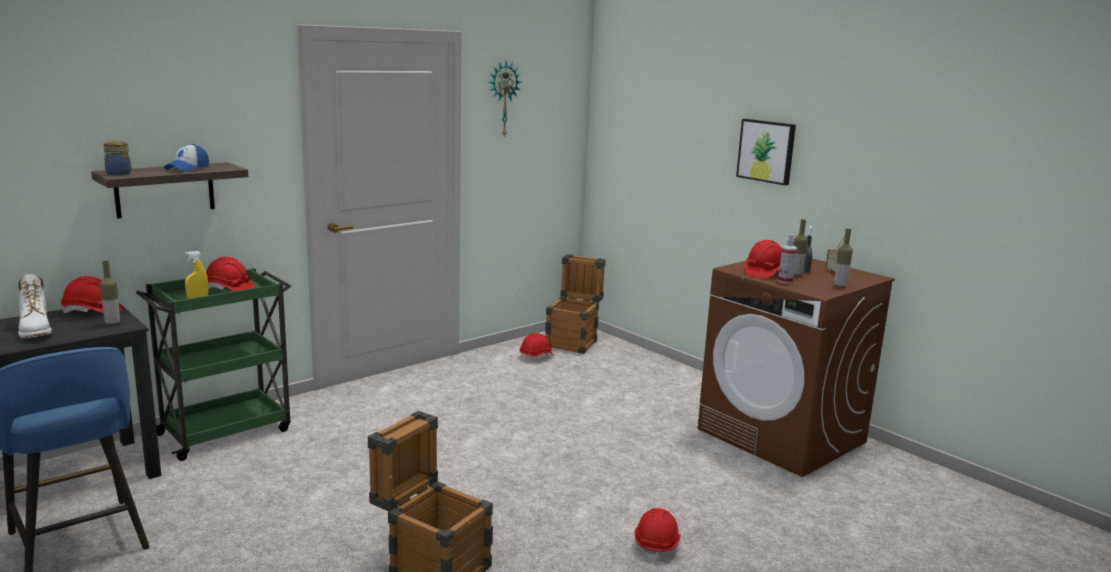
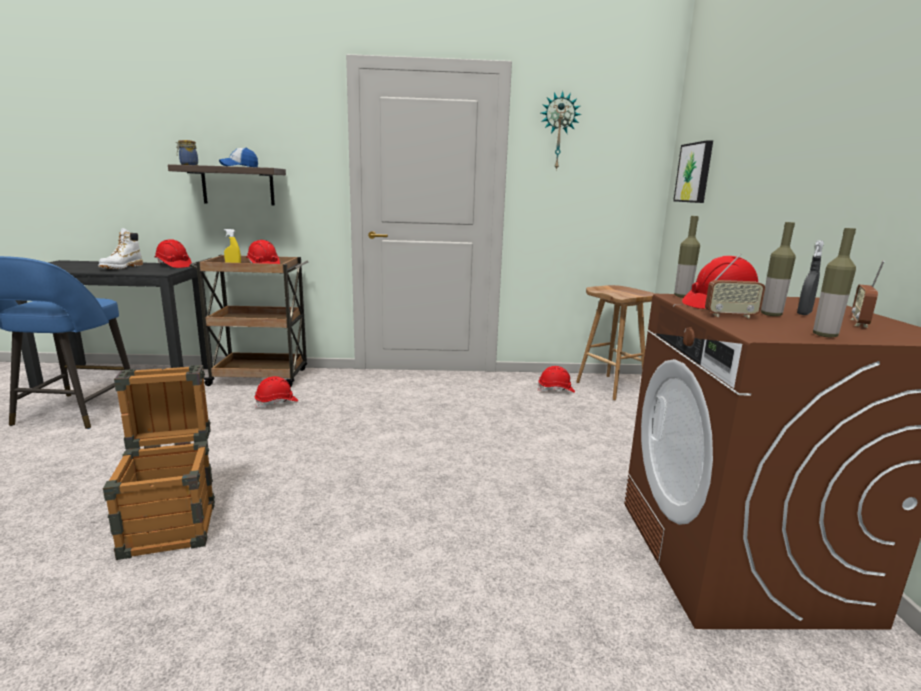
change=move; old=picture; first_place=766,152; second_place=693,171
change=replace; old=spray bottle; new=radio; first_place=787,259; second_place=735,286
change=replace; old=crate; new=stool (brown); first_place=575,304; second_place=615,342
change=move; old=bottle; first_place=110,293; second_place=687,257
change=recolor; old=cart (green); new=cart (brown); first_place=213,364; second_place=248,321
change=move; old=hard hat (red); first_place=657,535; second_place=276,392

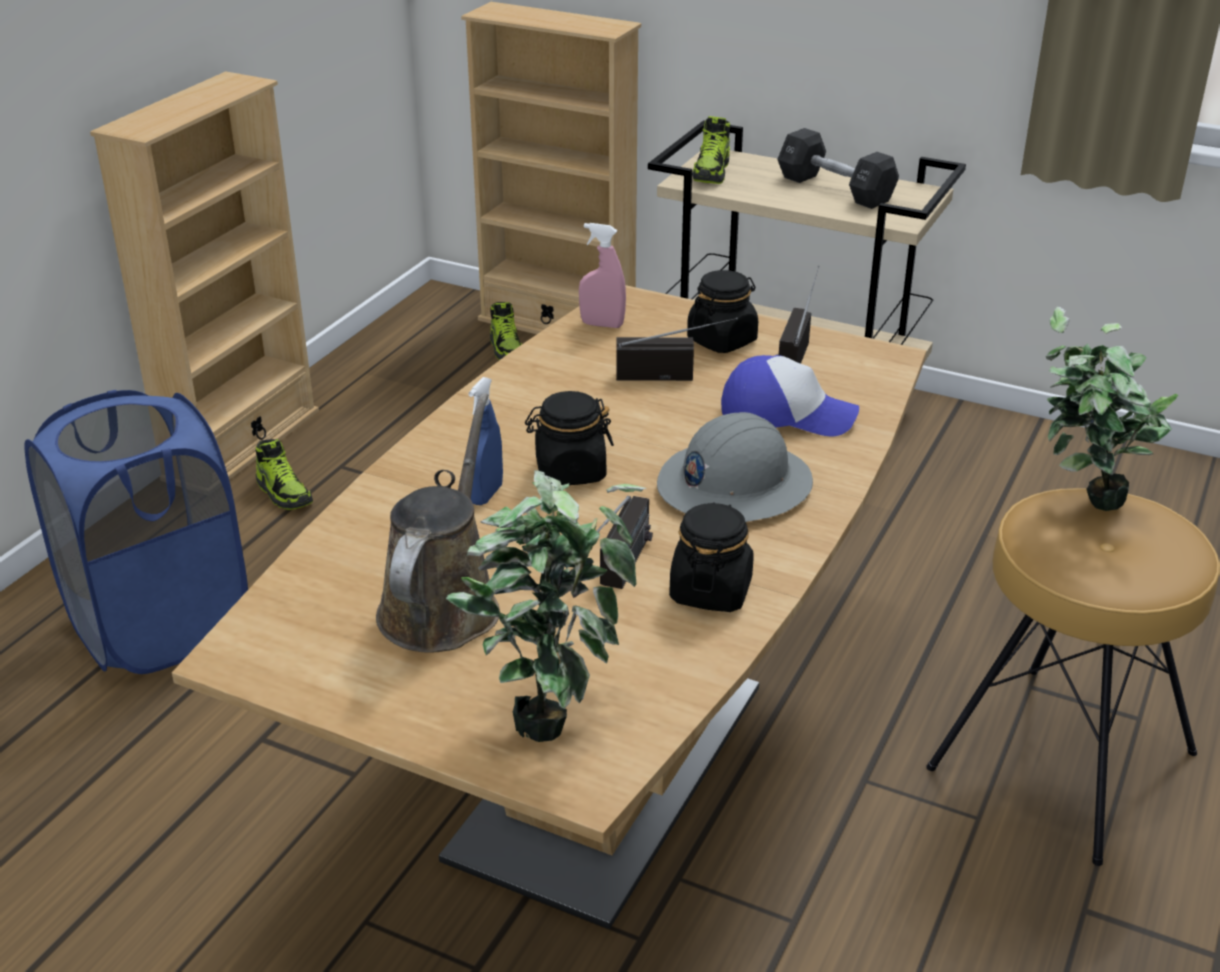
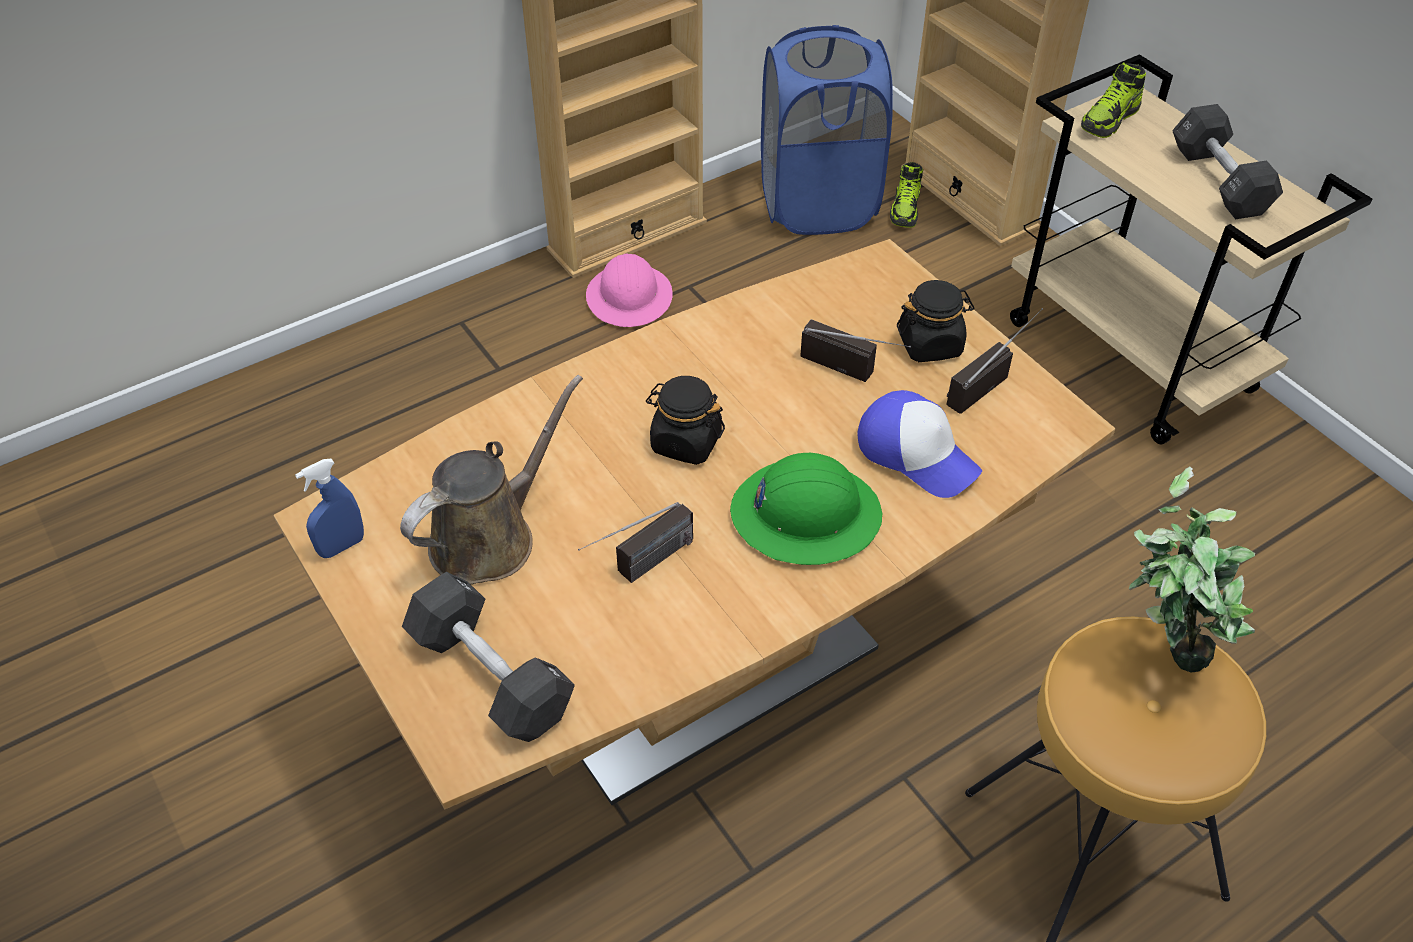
change=delete; old=spray bottle (pink); first_place=602,275
change=move; old=spray bottle (blue); first_place=485,441; second_place=329,508
change=move; old=laundry basket (blue); first_place=136,532; second_place=827,130
change=recolor; old=hard hat (grey); new=hard hat (green); first_place=735,467; second_place=806,509
change=replace; old=shoe; new=hard hat (pink); first_place=284,474; second_place=629,290
change=replace; old=potted plant; new=dumbbell (black); first_place=546,606; second_place=488,657
change=delete; old=jar (black); first_place=711,557

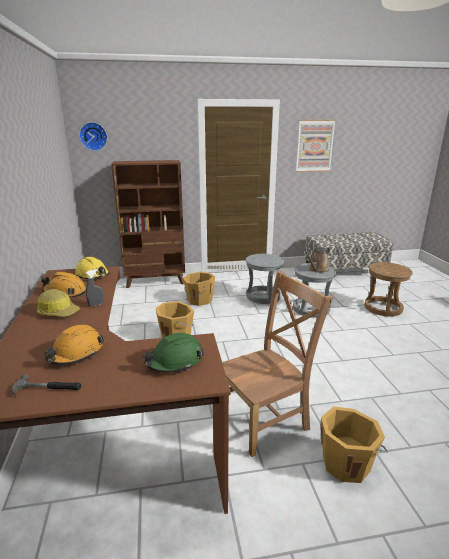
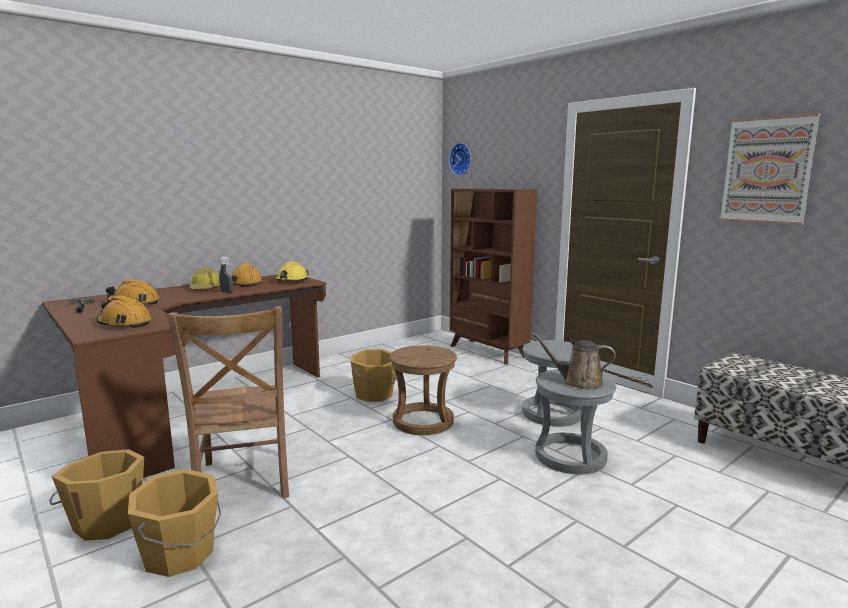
change=move; old=stool (brown); first_place=388,289; second_place=423,390
change=rotate; old=chair (brown); first_place=277,364; second_place=228,402; degrees=45
change=move; old=bucket (orange); first_place=199,289; second_place=96,495
change=recolor; old=hard hat (green); new=hard hat (orange); first_place=173,353; second_place=124,312

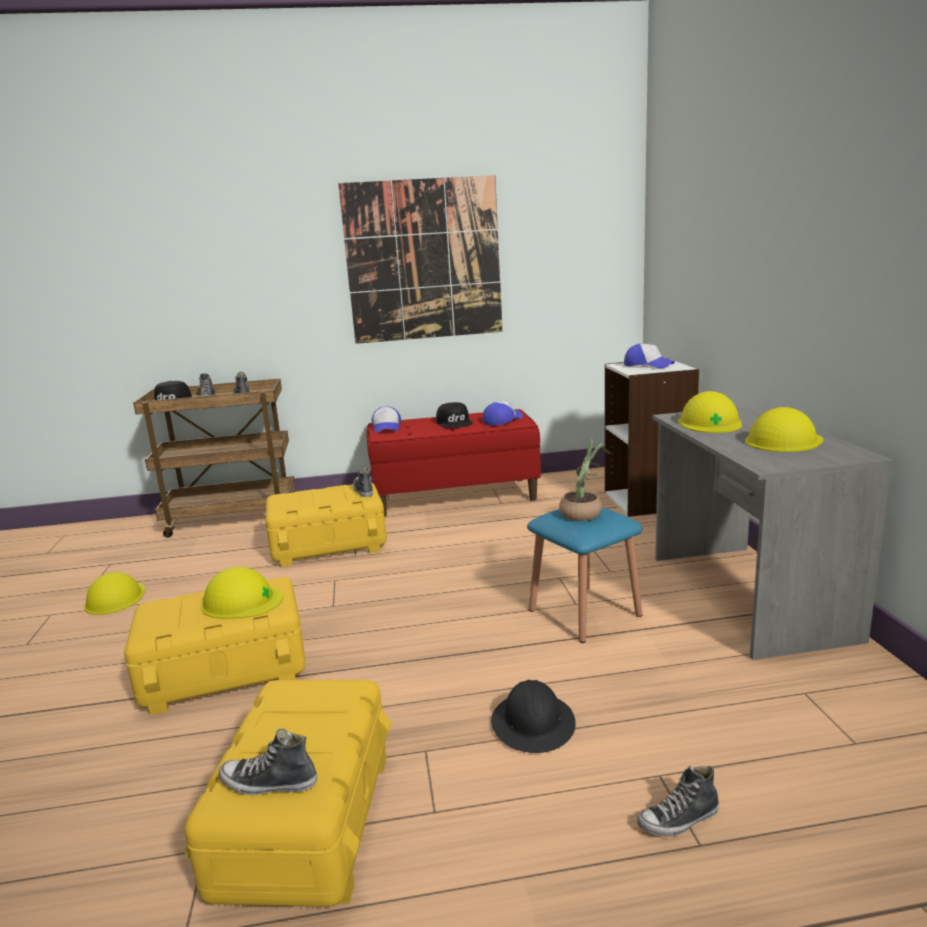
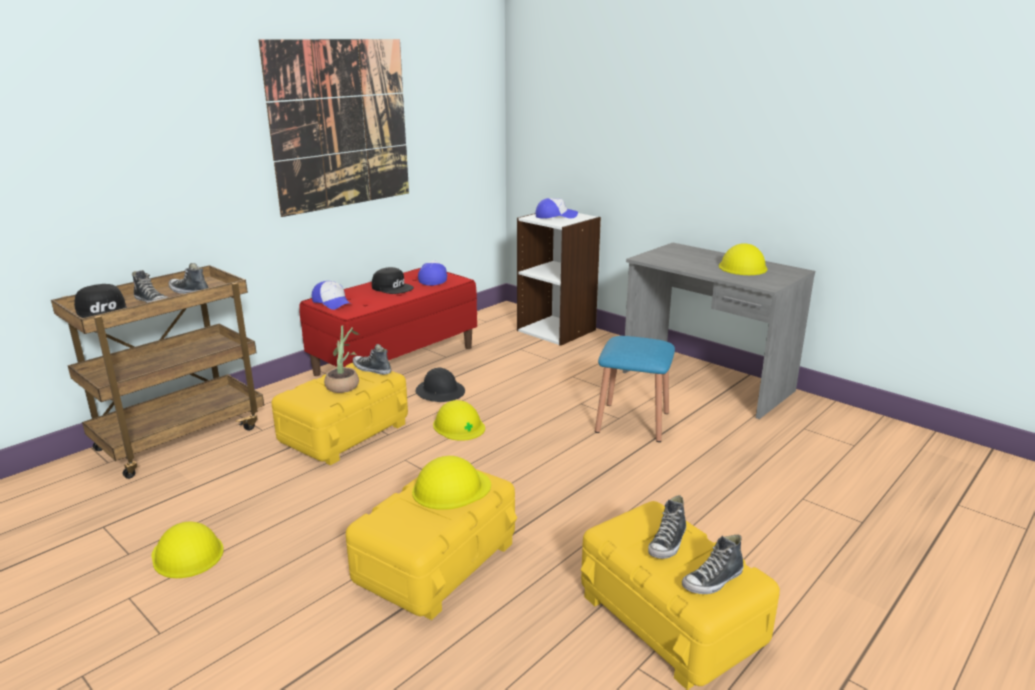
change=move; old=hard hat (yellow); first_place=710,412; second_place=459,420
change=move; old=potted plant; first_place=585,480; second_place=342,359
change=move; old=hard hat (black); first_place=533,716; second_place=440,385
change=move; old=shoe; first_place=678,801; second_place=667,527

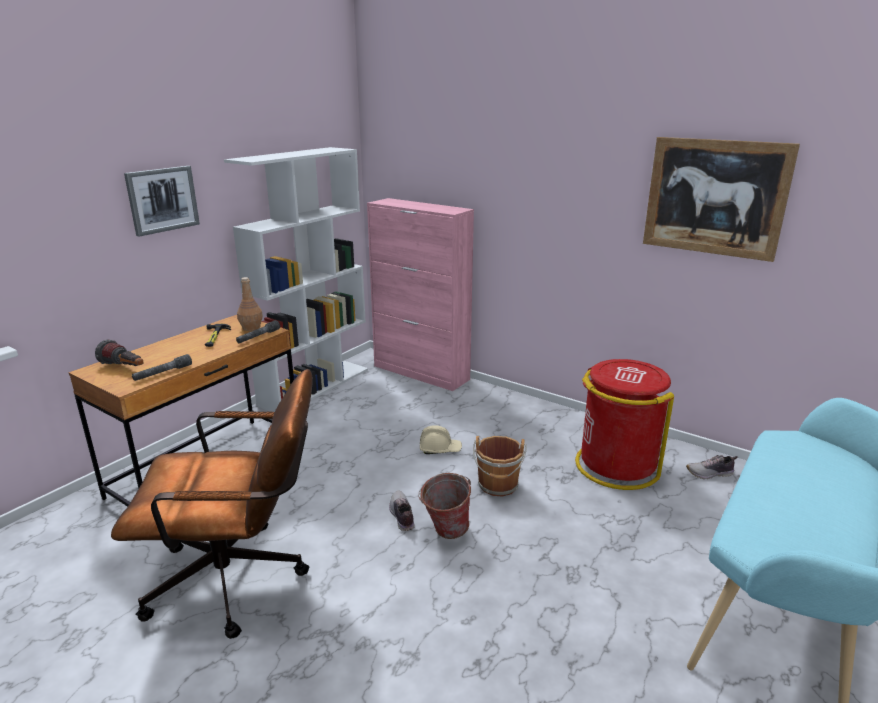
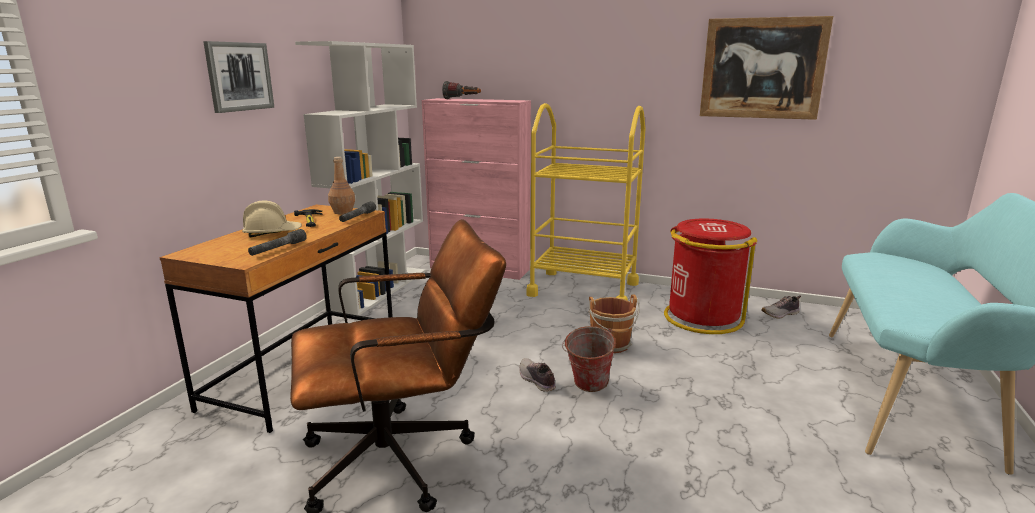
change=move; old=flashlight; first_place=119,353; second_place=461,90
change=move; old=hard hat (beige); first_place=441,439; second_place=272,219
change=insert; new=cart (yellow); second_place=585,202

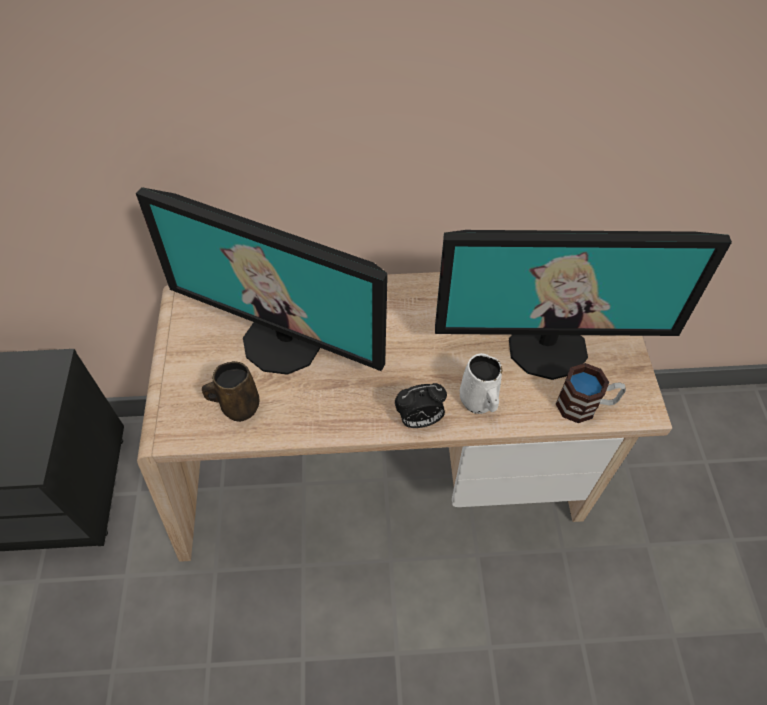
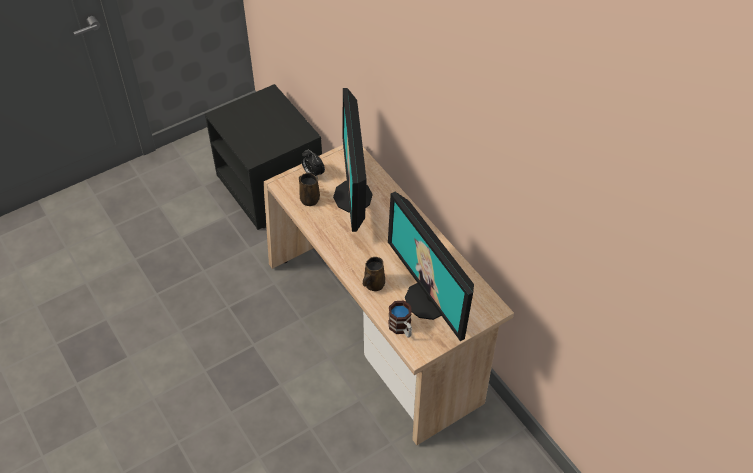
change=recolor; old=mug (white); new=mug (brown); first_place=481,383; second_place=374,274
change=move; old=alarm clock; first_place=421,405; second_place=313,164

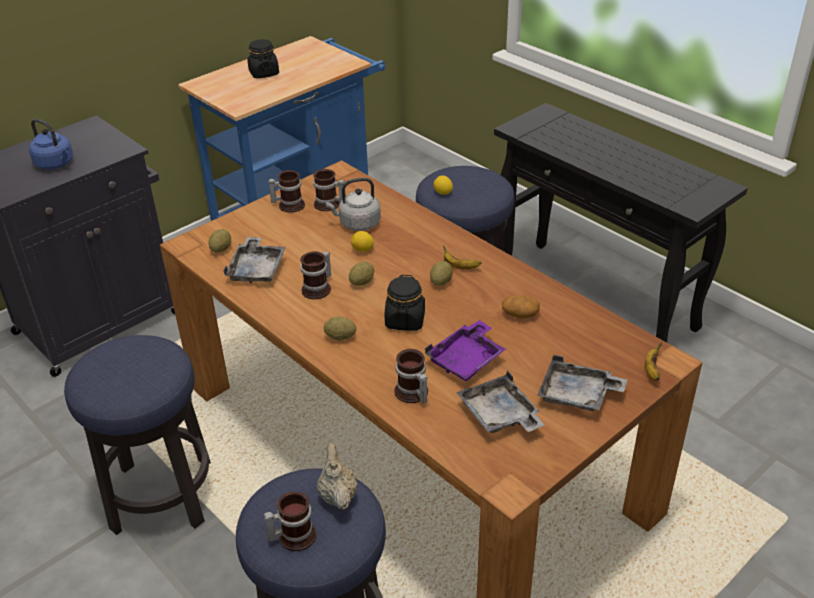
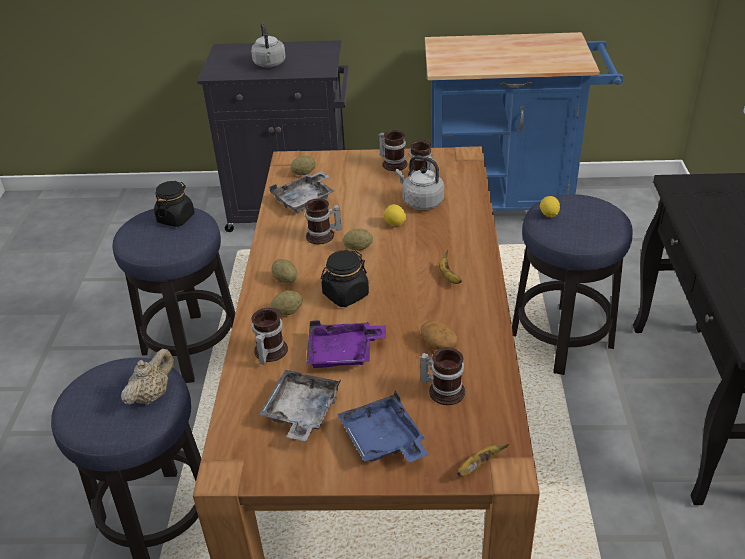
change=move; old=jar (black); first_place=263,58; second_place=174,204
change=recolor; old=kettle (blue); new=kettle (grey); first_place=51,144; second_place=268,44
change=move; old=potato; first_place=441,273; second_place=287,302
change=recolor; old=tray (grey); new=tray (blue); first_place=582,383; second_place=382,426
change=move; old=mug; first_place=290,521; second_place=442,376

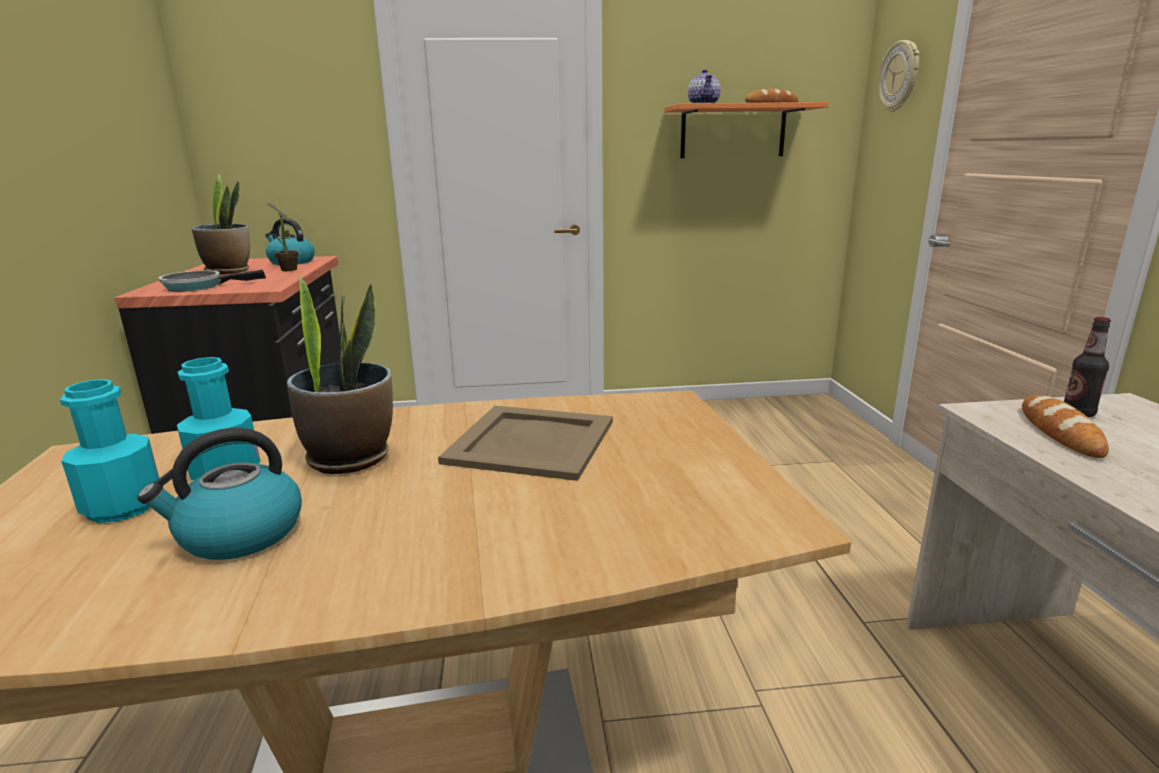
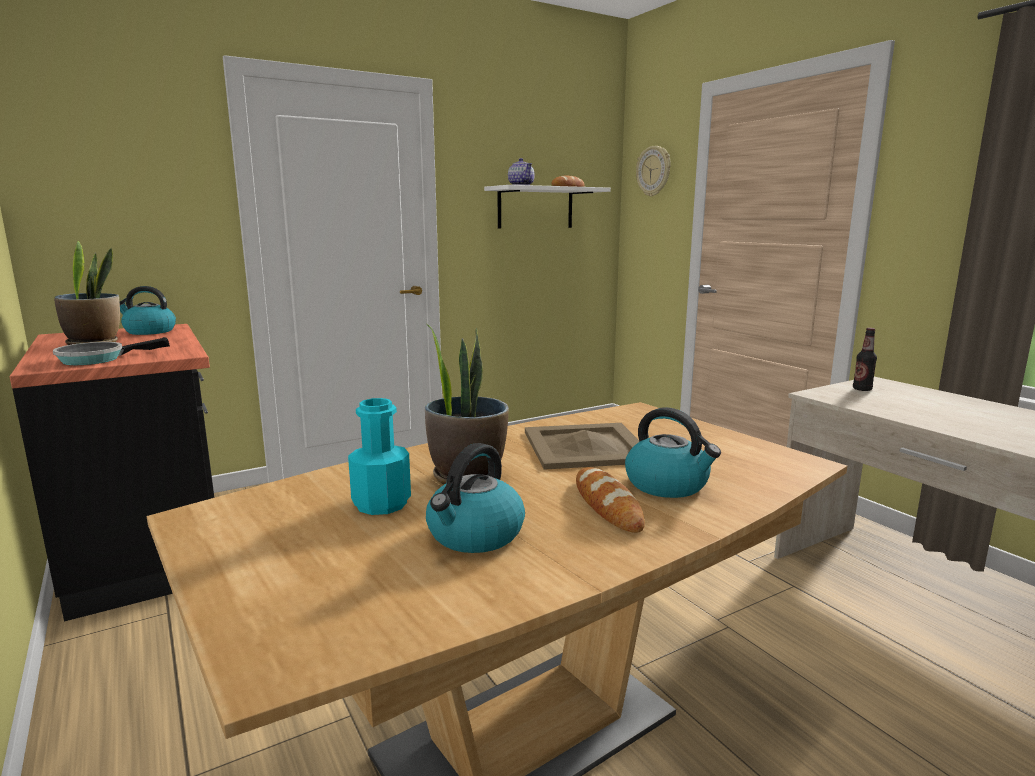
change=recolor; old=shelf (orange); new=shelf (white); first_place=746,130; second_place=547,207
change=delete; old=potted plant; first_place=283,236
change=delete; old=bottle (turquoise); first_place=110,451
change=move; old=bread; first_place=1065,426; second_place=610,500
change=insert; new=kettle; second_place=673,452

